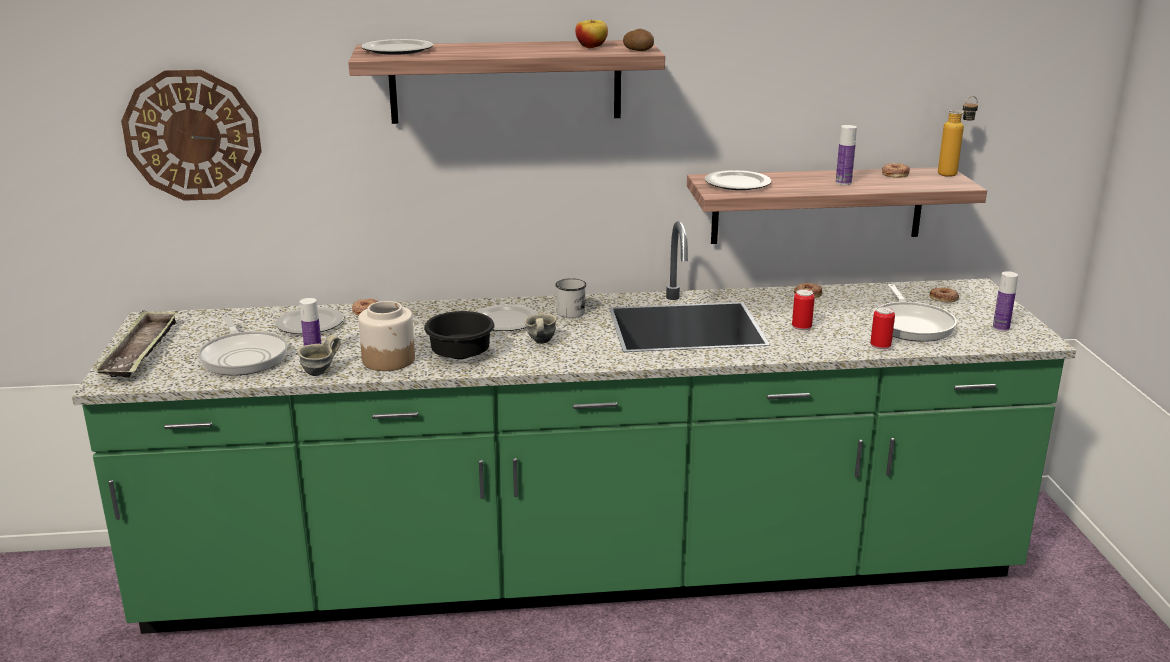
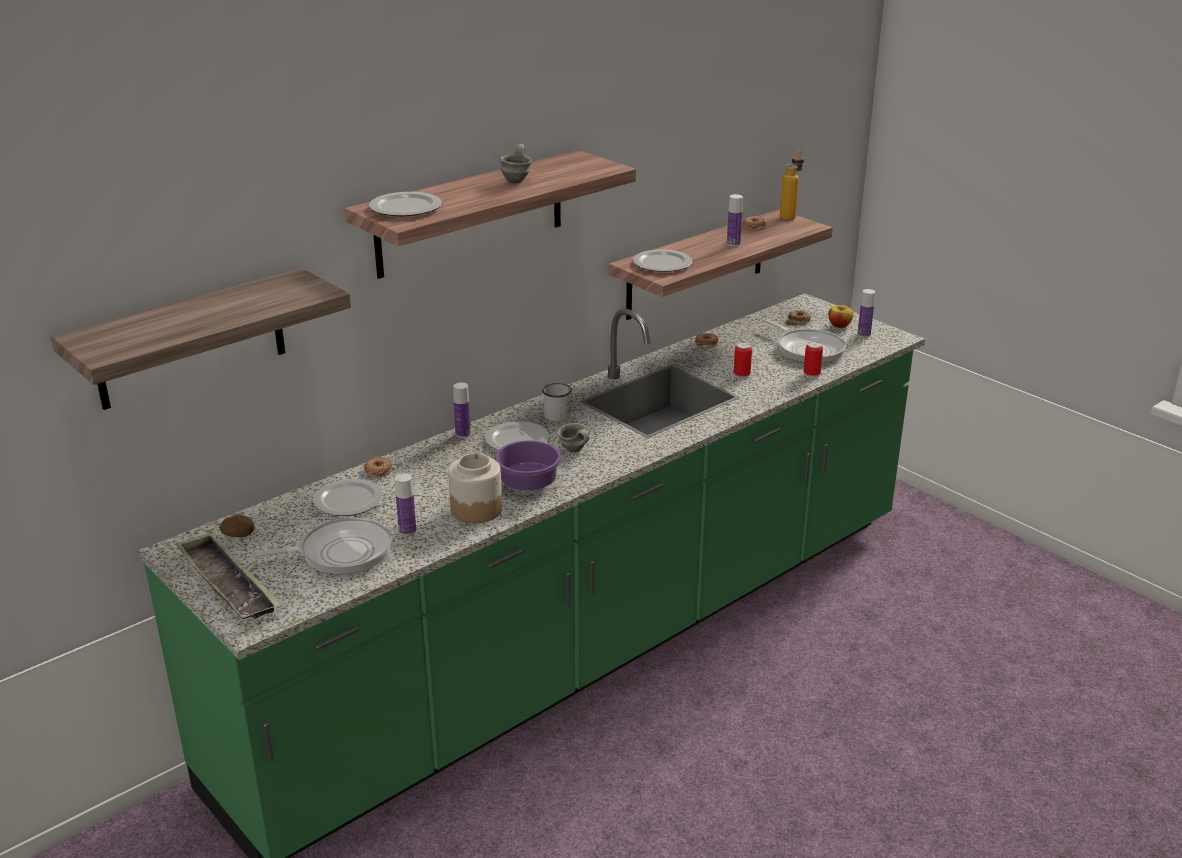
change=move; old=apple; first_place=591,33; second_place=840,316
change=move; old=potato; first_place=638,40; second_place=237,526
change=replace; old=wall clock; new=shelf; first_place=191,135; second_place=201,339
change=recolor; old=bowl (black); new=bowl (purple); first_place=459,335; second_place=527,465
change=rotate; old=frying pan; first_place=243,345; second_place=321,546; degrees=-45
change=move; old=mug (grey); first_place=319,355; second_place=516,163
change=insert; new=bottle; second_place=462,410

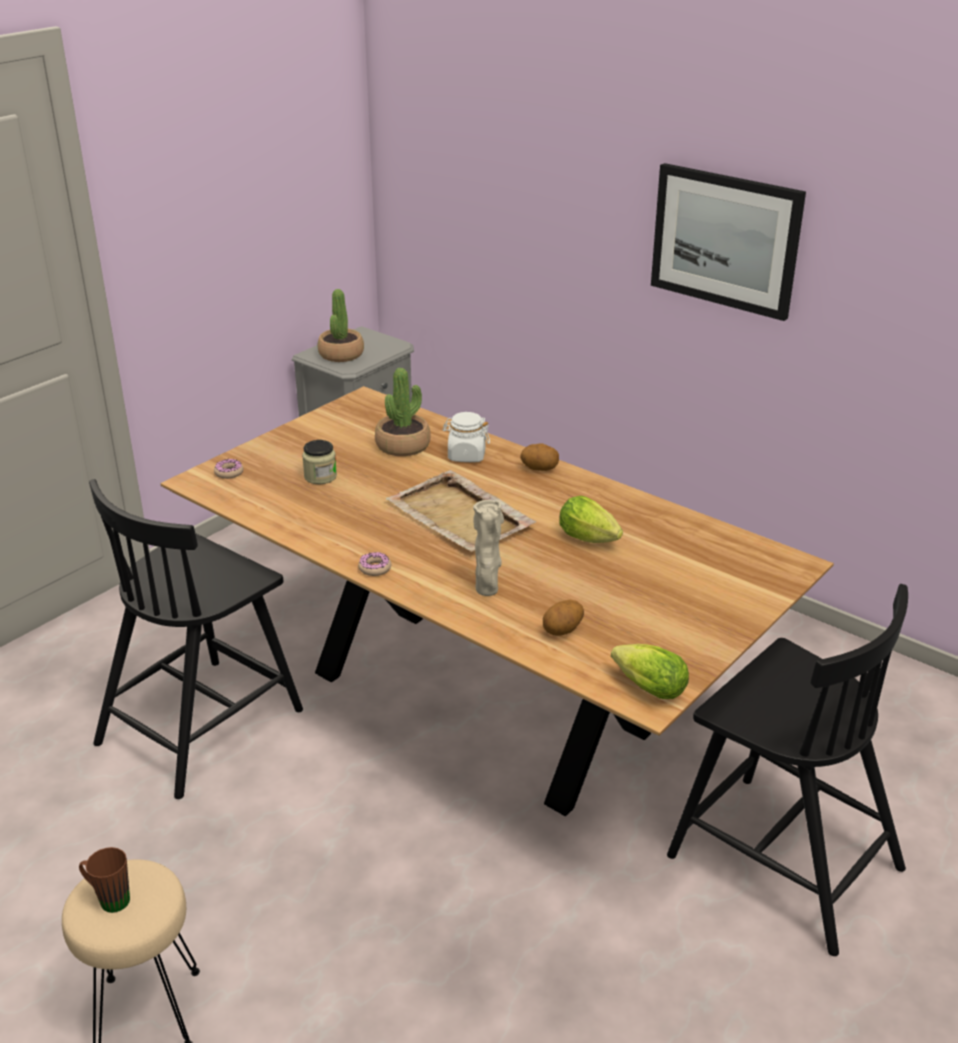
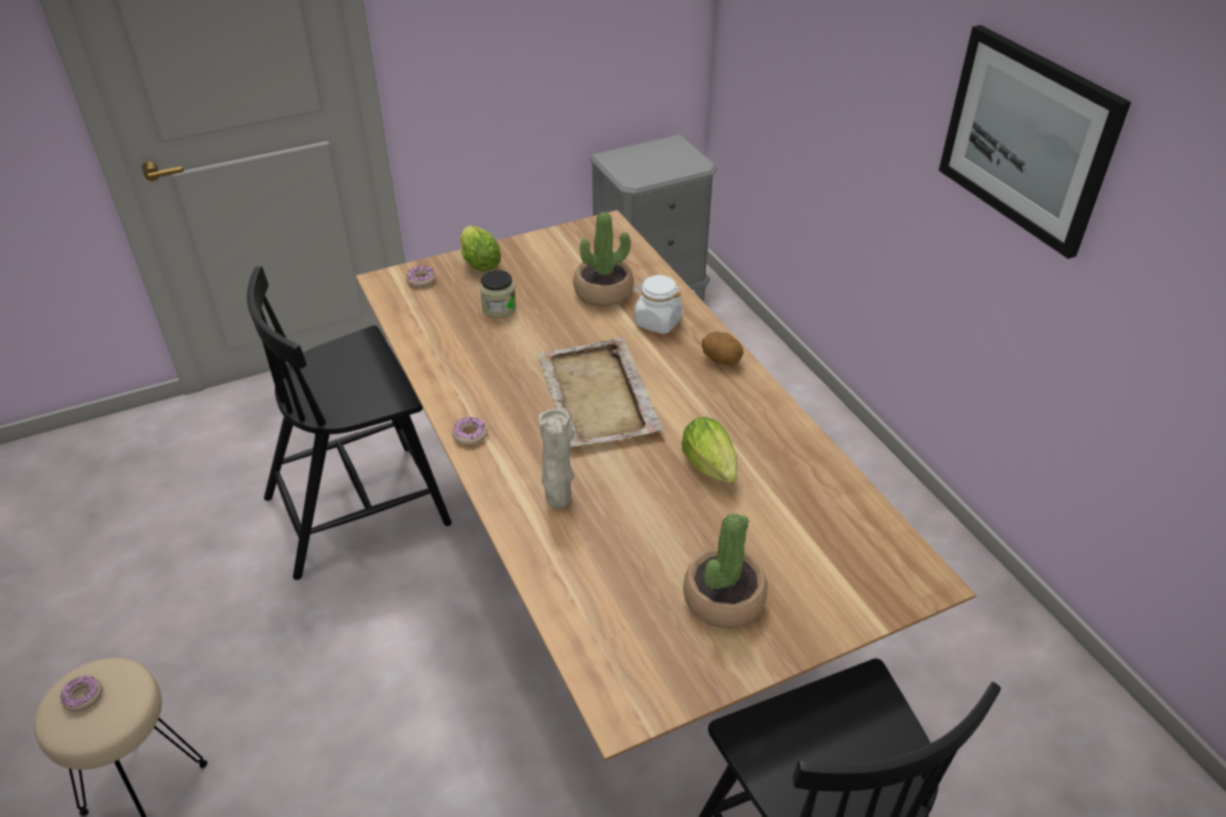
change=move; old=potted plant; first_place=341,325; second_place=725,570
change=delete; old=potato; first_place=563,618
change=move; old=lettuce; first_place=650,671; second_place=480,249
change=replace; old=mug (brown); new=donut; first_place=104,880; second_place=81,694

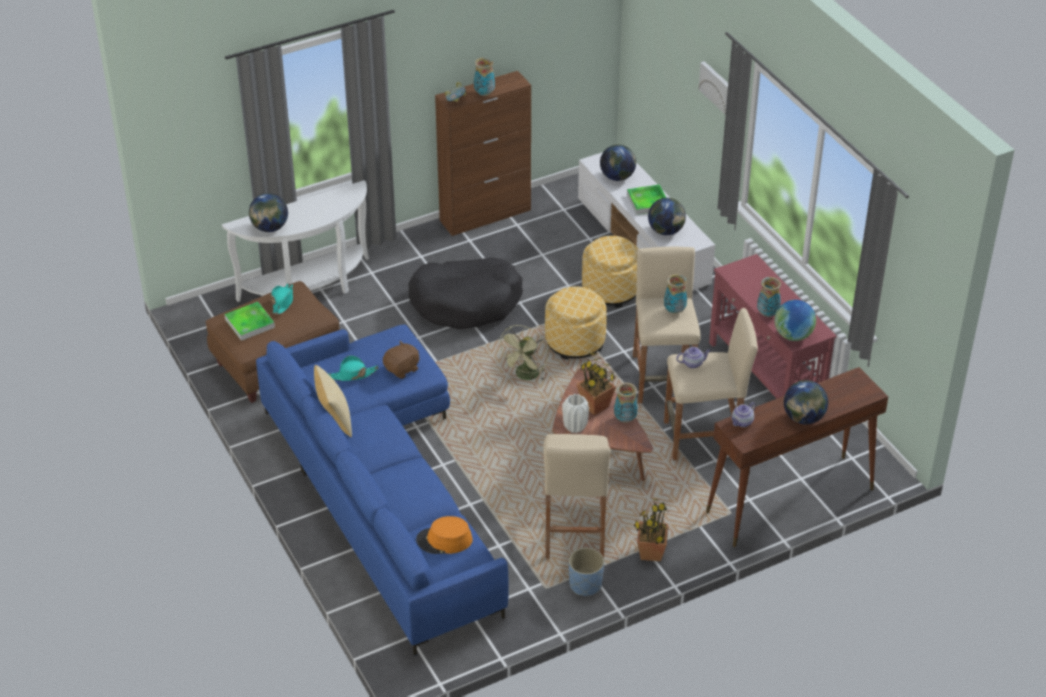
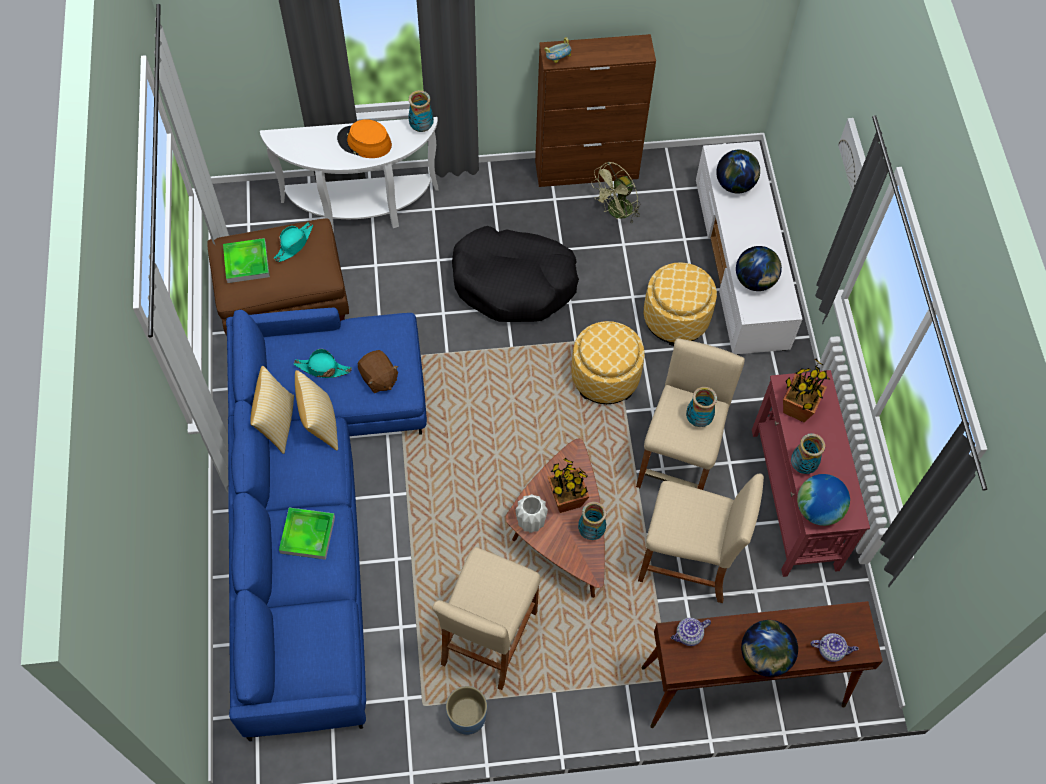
change=move; old=vase; first_place=484,76; second_place=421,111
change=move; old=tray; first_place=646,199; second_place=307,533
change=delete; old=globe; first_place=268,212
change=move; old=fan (green); first_place=522,352; second_place=615,192
change=rotate; old=plush toy (brown); first_place=401,360; second_place=378,371; degrees=75
change=move; old=teapot; first_place=693,357; second_place=834,647
change=move; old=potted plant; first_place=651,529; second_place=806,390
change=move; old=hat (orange); first_place=444,535; second_place=364,138
change=insert; new=pillow; second_place=316,410

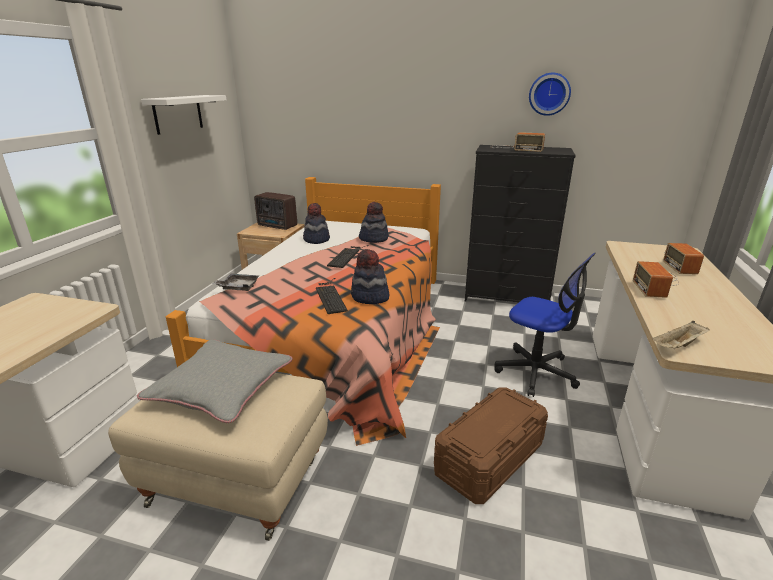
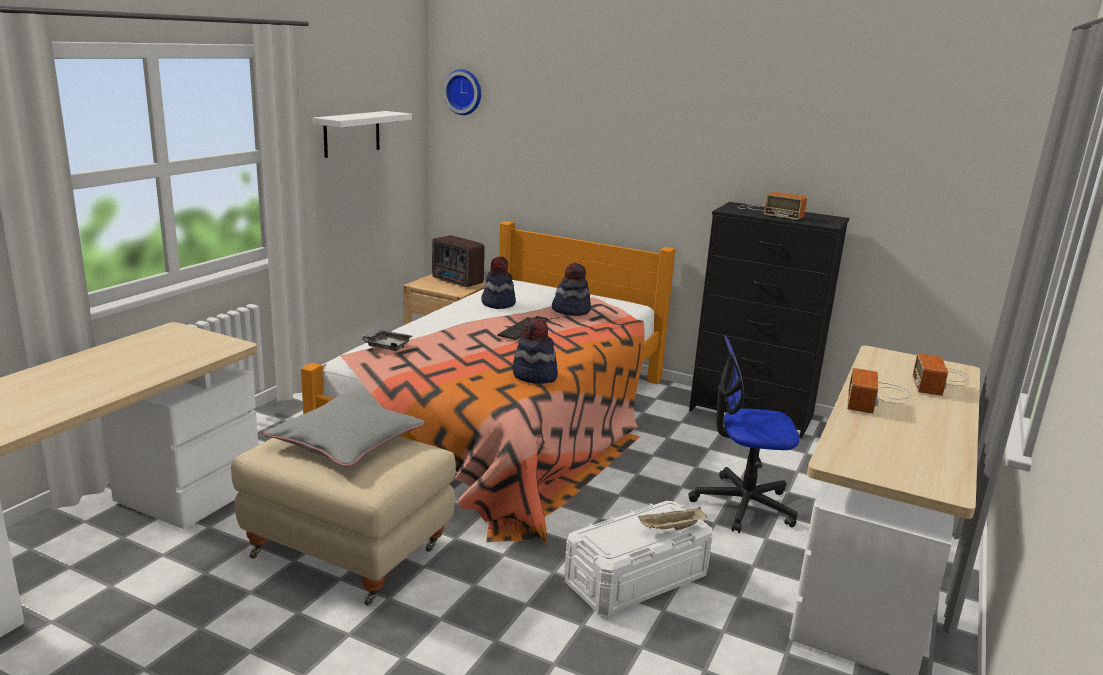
change=move; old=wall clock; first_place=550,94; second_place=462,92
change=rotate; old=office chair; first_place=545,325; second_place=743,434; degrees=135
change=delete; old=keyboard; first_place=332,296
change=move; old=tray (beige); first_place=680,335; second_place=672,518
change=recolor; old=storage box (brown); new=storage box (white); first_place=491,445; second_place=638,558

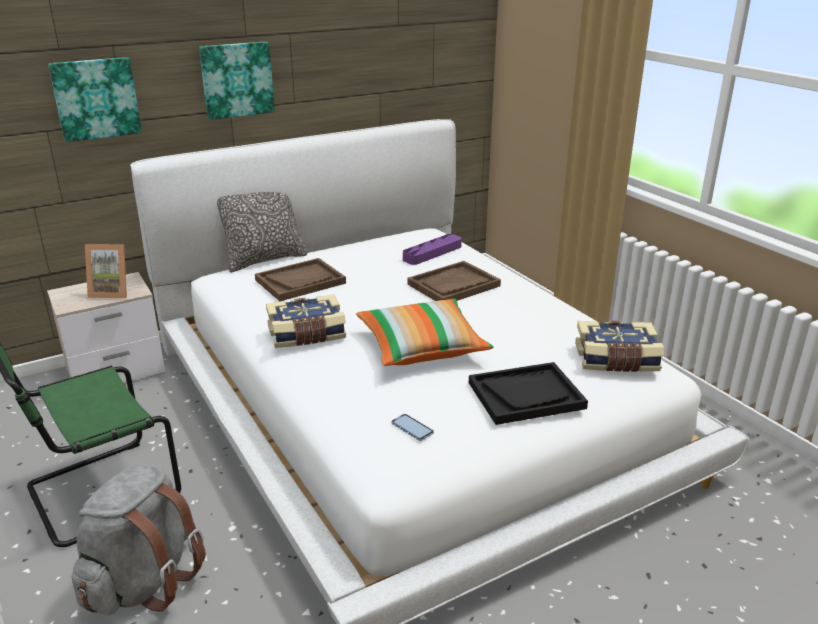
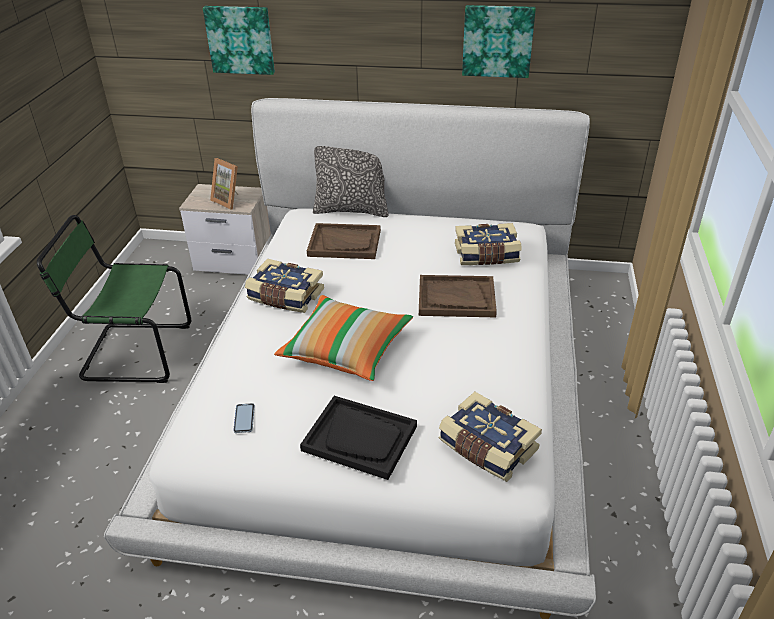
change=move; old=picture; first_place=237,80; second_place=499,41
change=replace; old=tray (purple); new=book; first_place=432,249; second_place=488,244
change=delete; old=backpack (grey); first_place=139,539

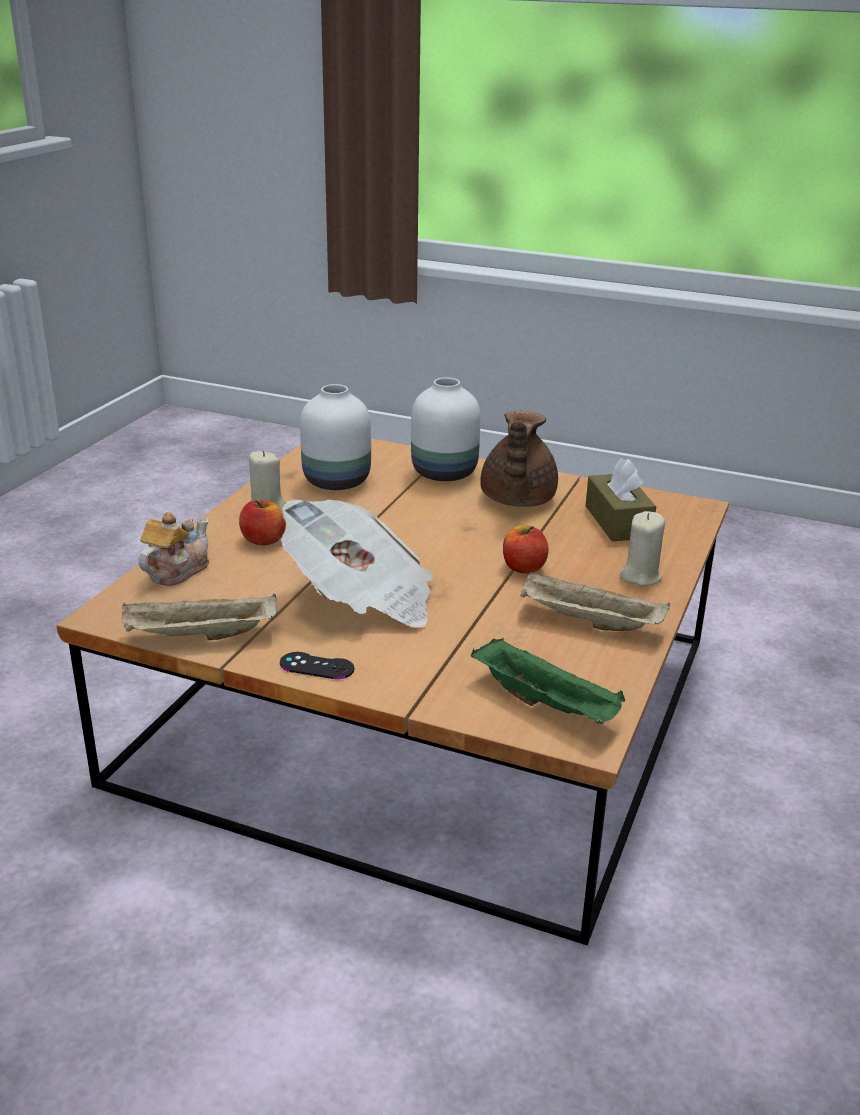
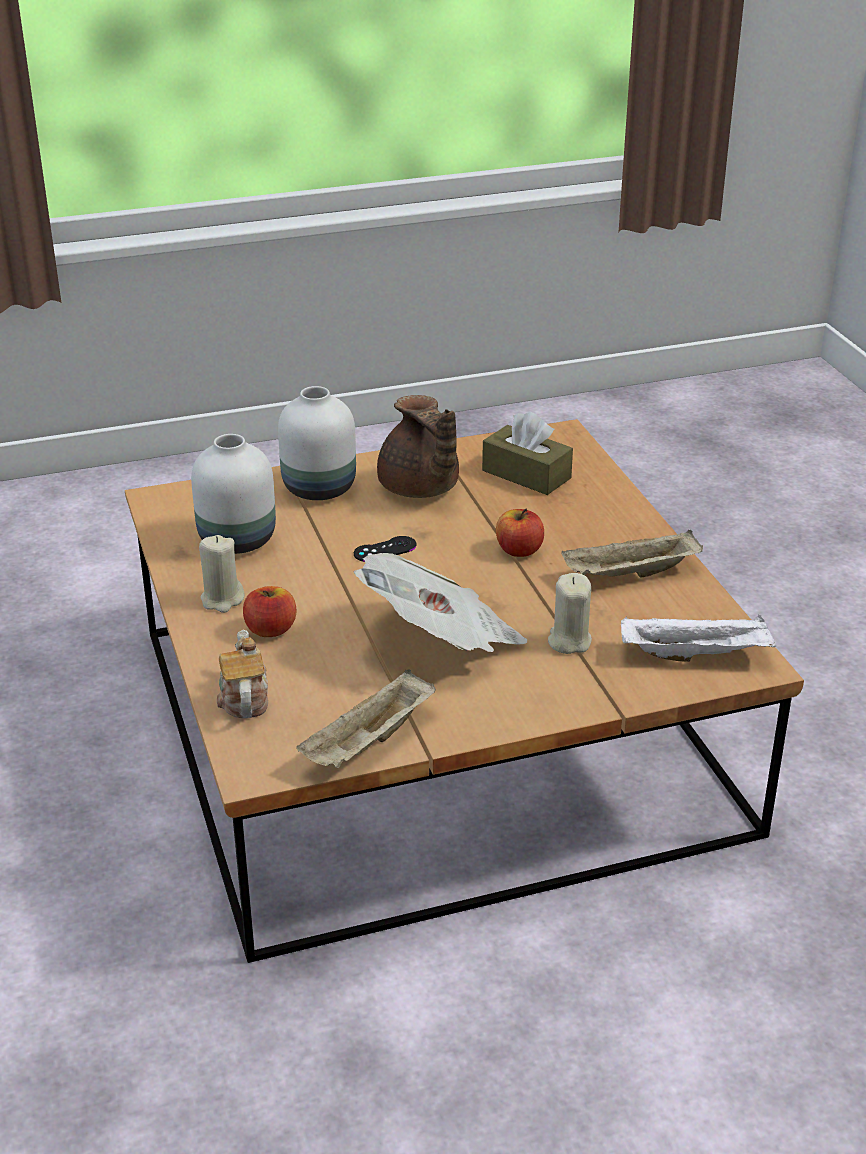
change=move; old=candle (beige); first_place=642,548; second_place=570,613
change=recolor; old=tray (green); new=tray (white); first_place=548,681; second_place=699,638
change=move; old=game controller (black); first_place=317,665; second_place=385,549

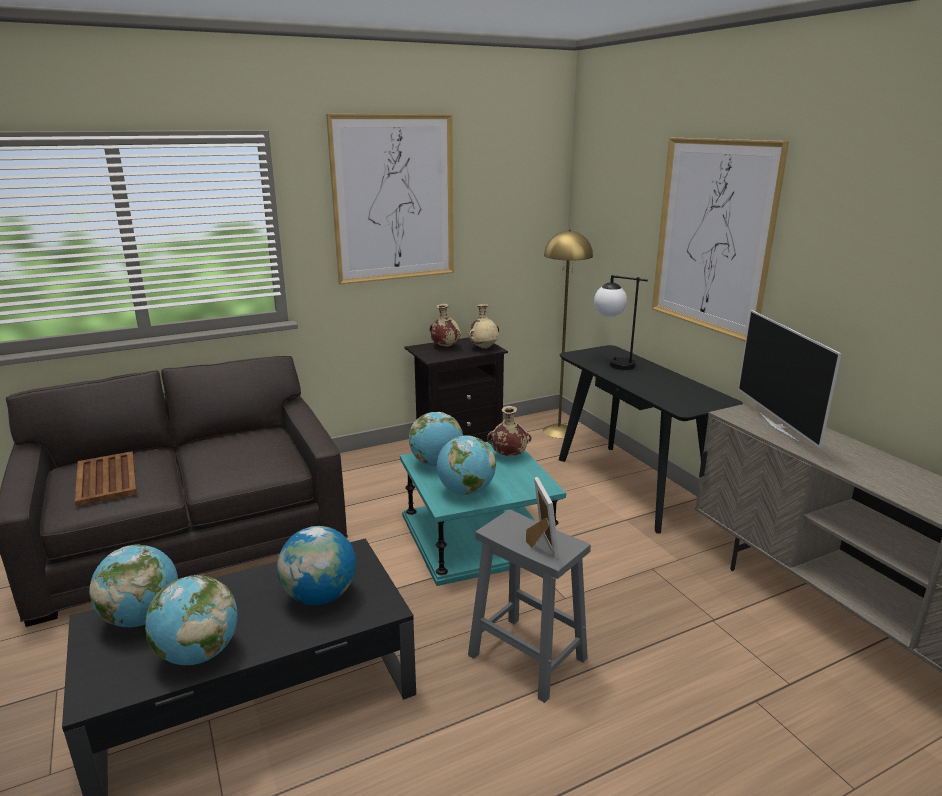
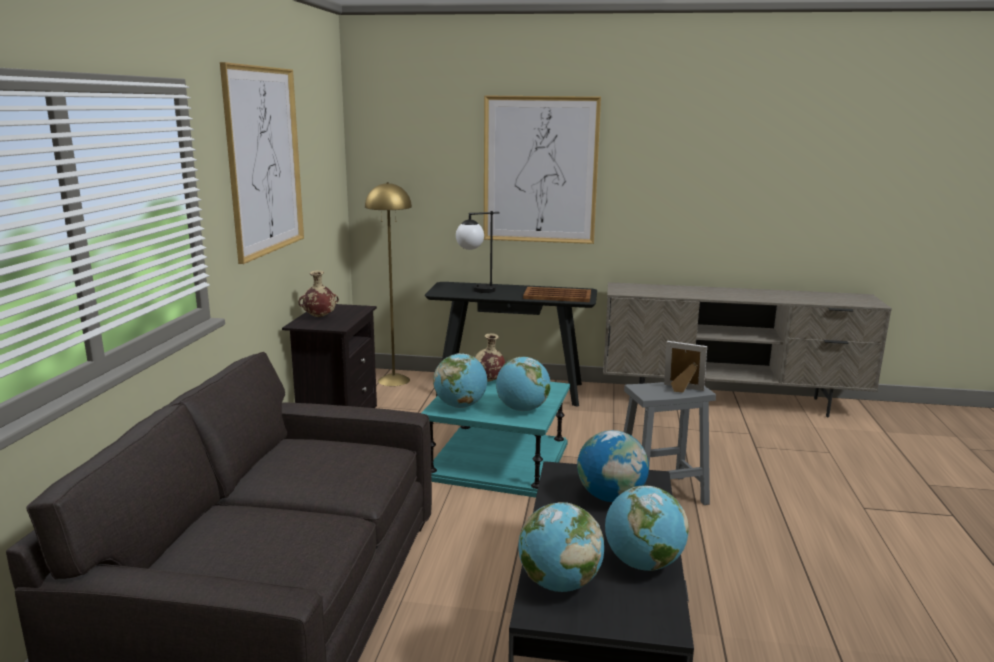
change=delete; old=vase (beige); first_place=483,326
change=delete; old=television; first_place=789,379
change=move; old=tray (brown); first_place=106,478; second_place=557,294

